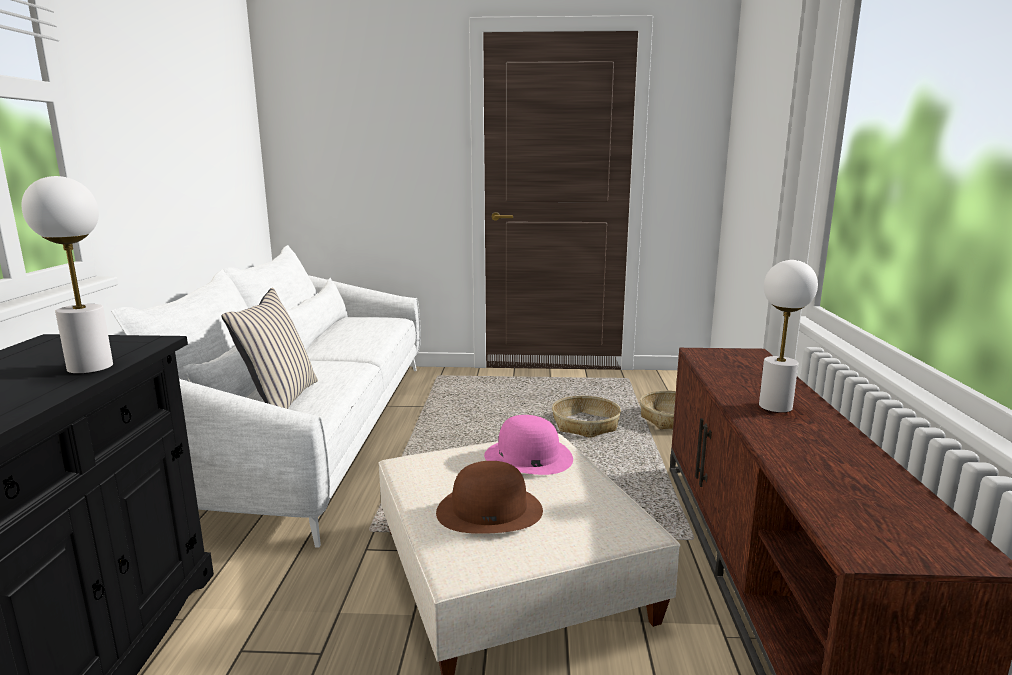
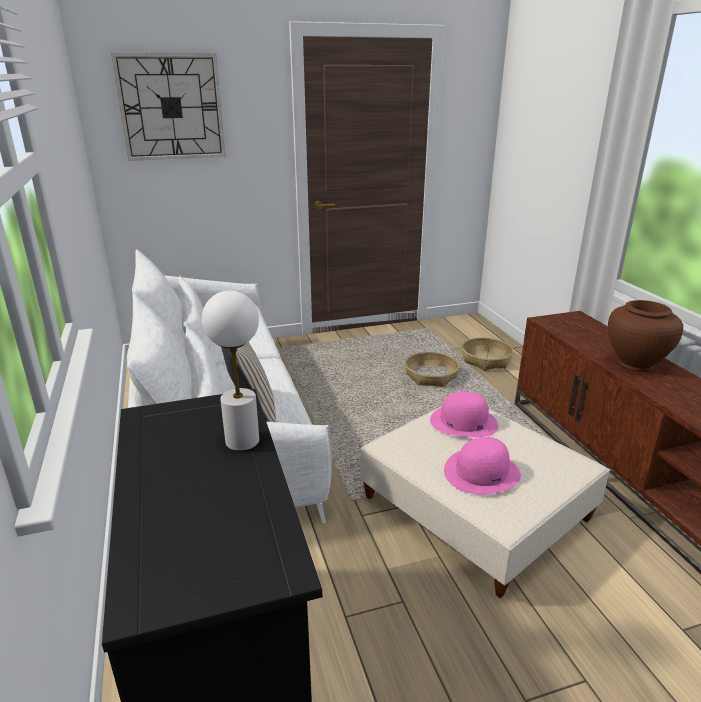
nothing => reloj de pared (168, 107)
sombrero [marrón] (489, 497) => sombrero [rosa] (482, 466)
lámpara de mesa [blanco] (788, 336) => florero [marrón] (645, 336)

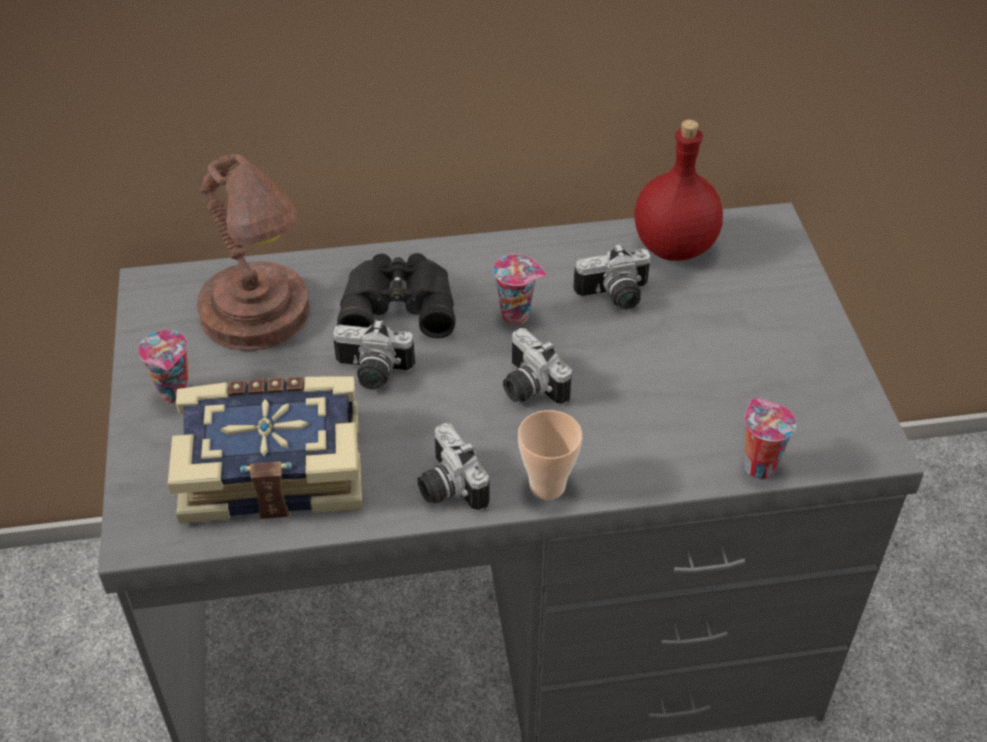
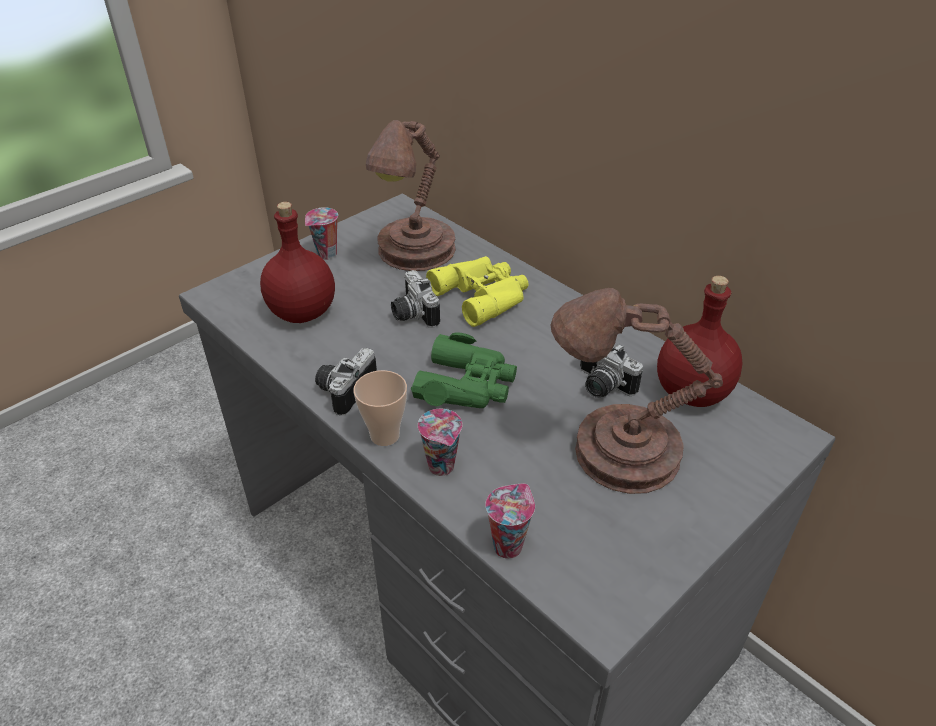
libro (265, 449) => botella [rojo] (297, 262)
cámara (537, 366) => prismáticos [verde] (464, 370)
taza (519, 289) => taza (440, 442), shifted
prismáticos [negro] (396, 295) => prismáticos [amarillo] (477, 291)
nothing => lámpara de mesa [marrón] (636, 391)

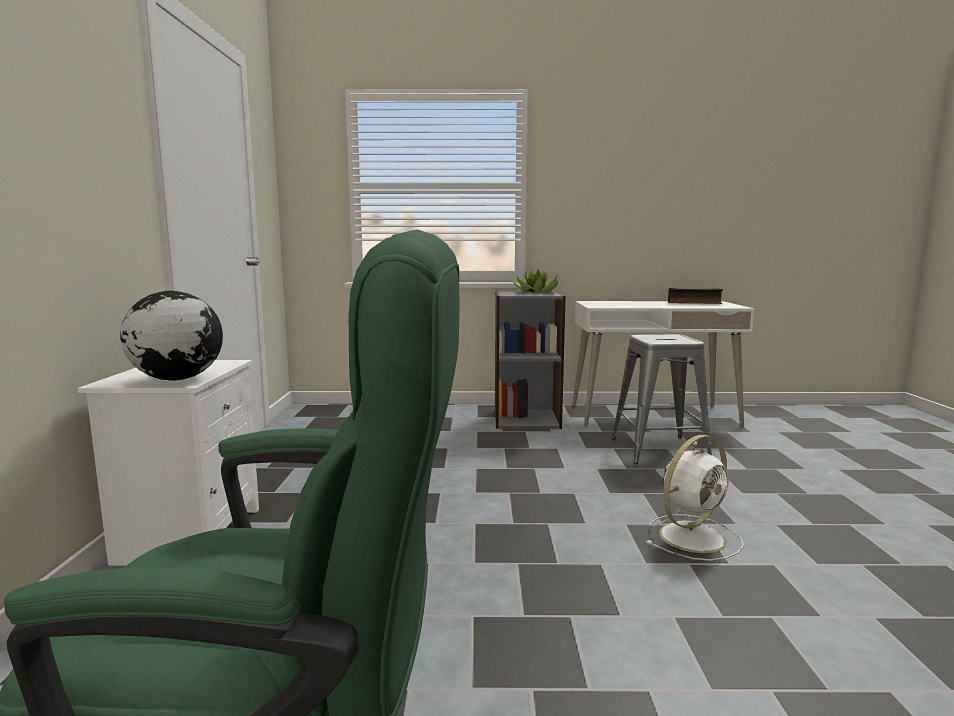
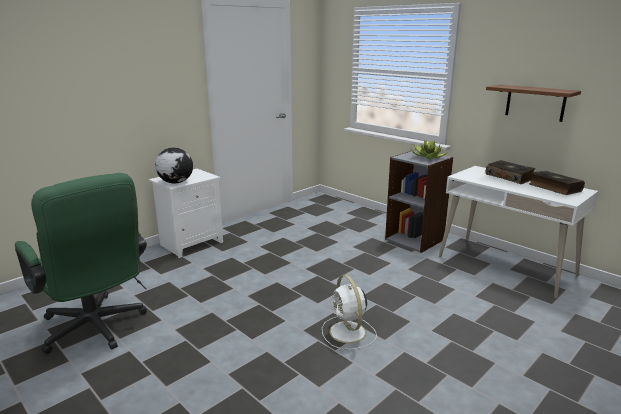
ventilador [blanco] (694, 498) => ventilador [blanco] (349, 312), 60 degrees clockwise
nothing => estante [marrón] (533, 103)
nothing => libro (510, 172)
taburete [gris] (662, 399) => nothing

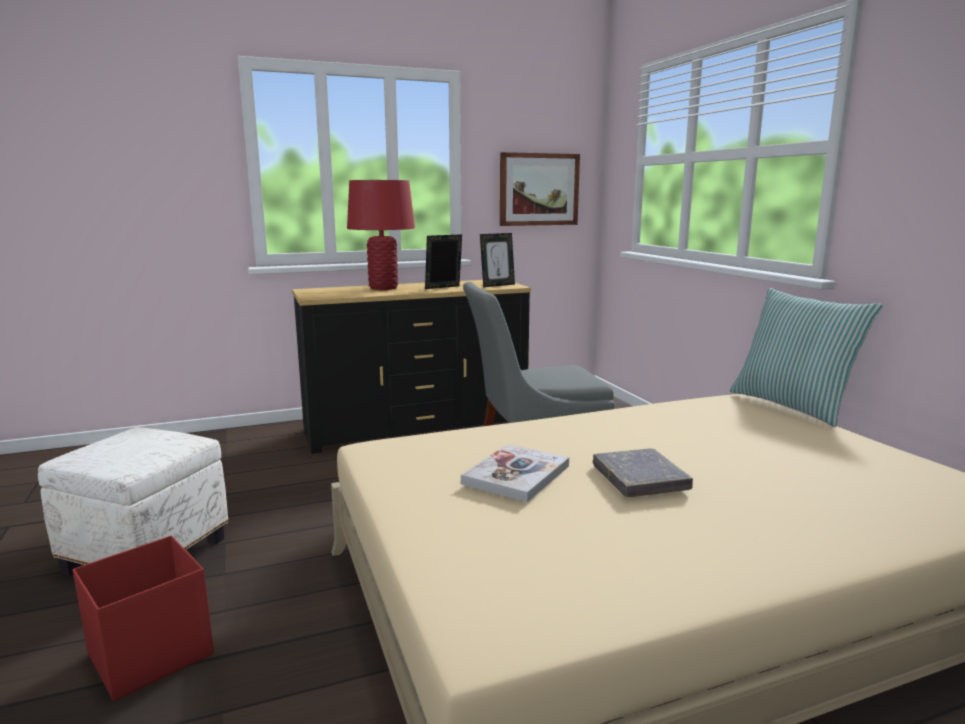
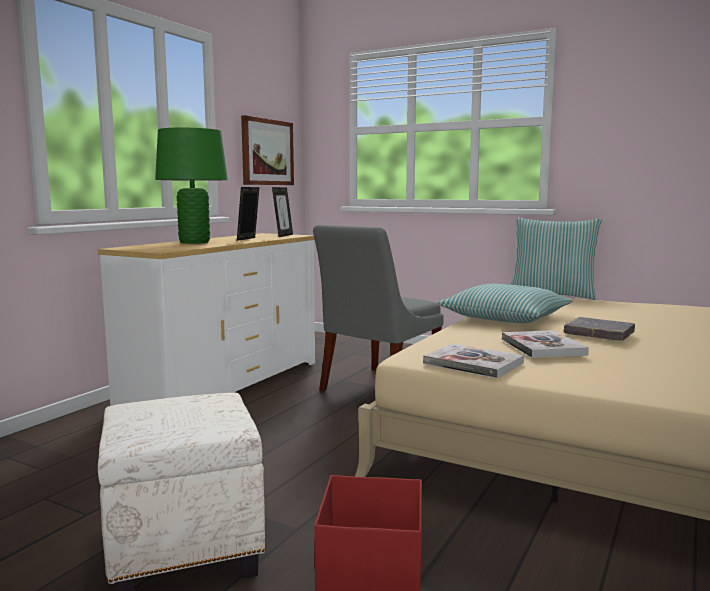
cómoda [negro] (411, 367) => cómoda [blanco] (206, 319)
lámpara de mesa [rojo] (381, 235) => lámpara de mesa [verde] (191, 186)
nothing => libro (473, 361)
nothing => cojín (504, 303)

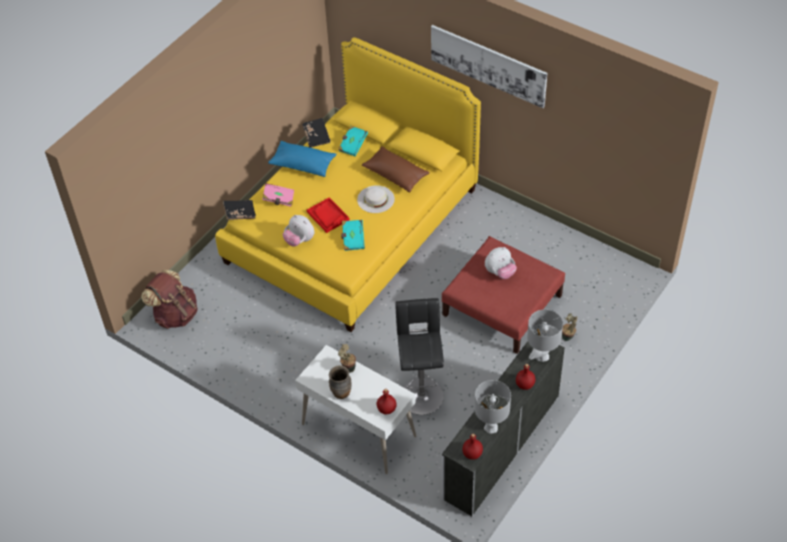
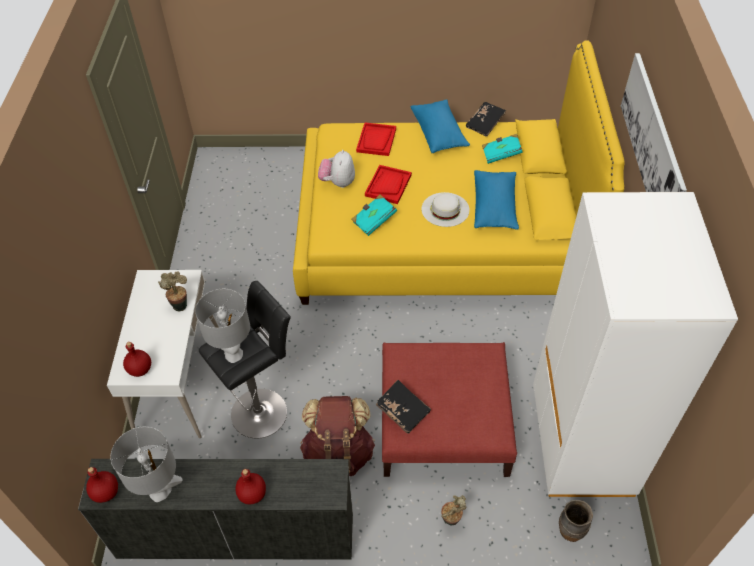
lámpara de mesa [gris] (545, 335) => lámpara de mesa [gris] (222, 326), shifted
mochila [marrón] (169, 299) => mochila [marrón] (337, 436), shifted
libro [rosa] (278, 195) => bandeja [rojo] (376, 139)
libro [negro] (239, 210) => libro [negro] (403, 407), shifted
cojín [marrón] (396, 169) => cojín [azul] (496, 199)
nothing => armario ropero [blanco] (635, 344)
florero [marrón] (340, 382) => florero [marrón] (576, 521), shifted
peluche (501, 263) => nothing

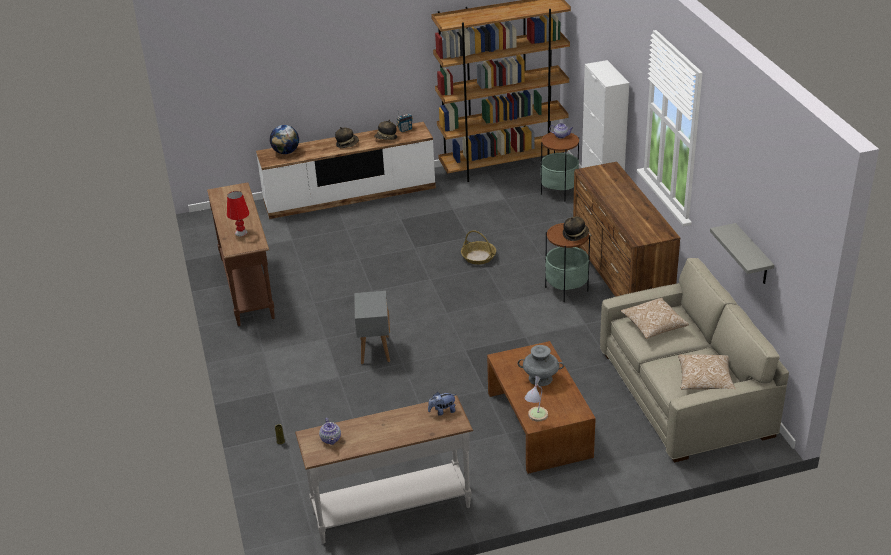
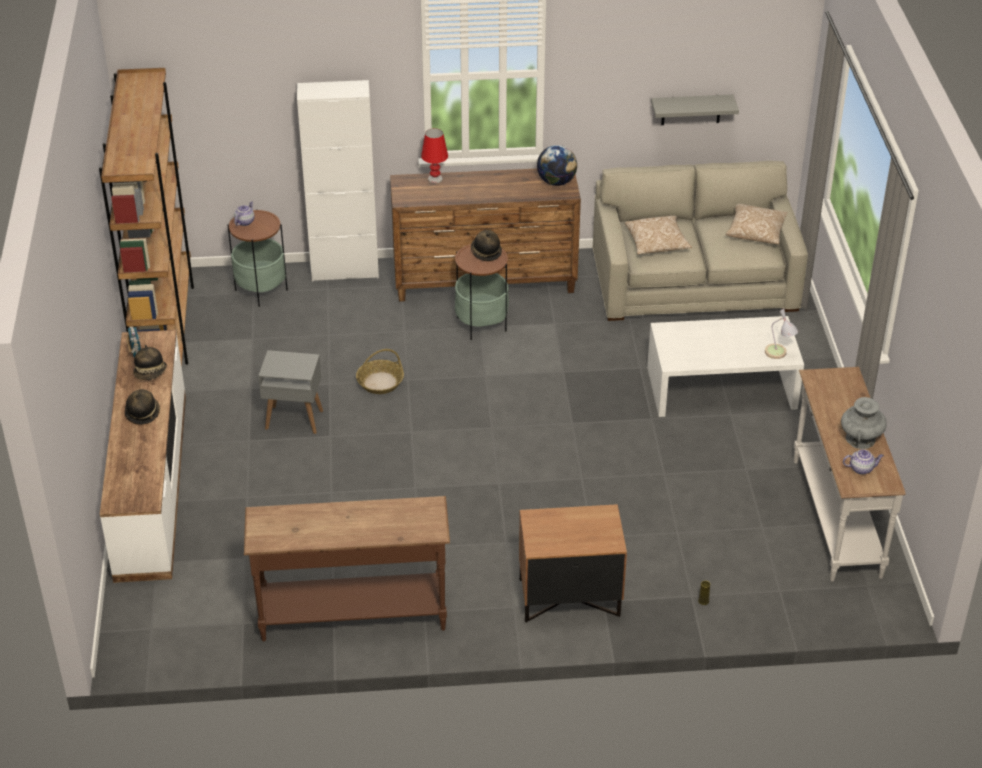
mesa auxiliar [gris] (372, 327) => mesa auxiliar [gris] (290, 392), shifted
lámpara de mesa [rojo] (238, 213) => lámpara de mesa [rojo] (434, 155), shifted
nothing => mesita de noche [marrón] (573, 563)
globo terráqueo (284, 139) => globo terráqueo (557, 165), shifted
mesa de centro [marrón] (541, 407) => mesa de centro [blanco] (725, 366)
florero [gris] (541, 365) => florero [gris] (864, 423), shifted
peluche (442, 404) => nothing

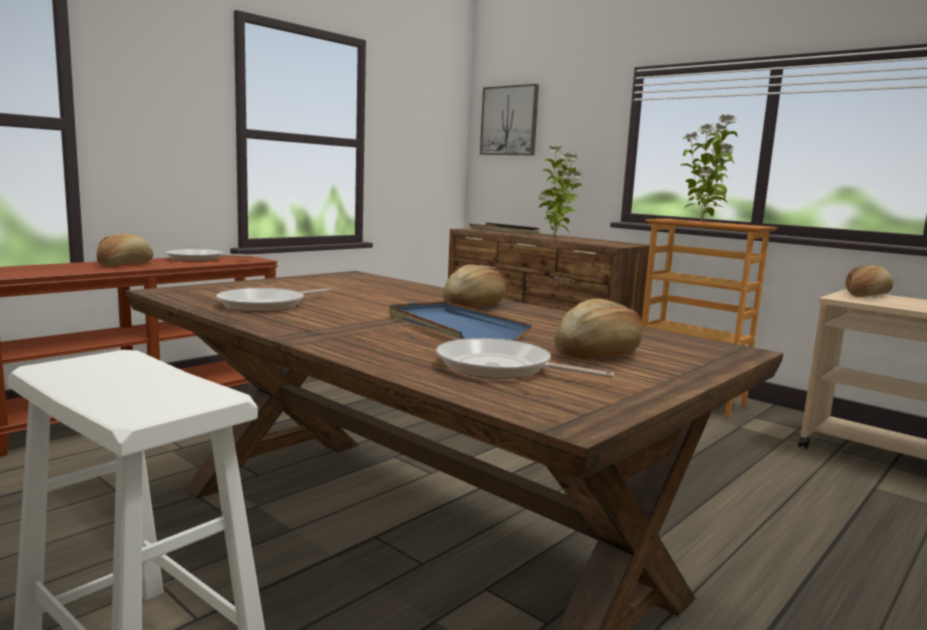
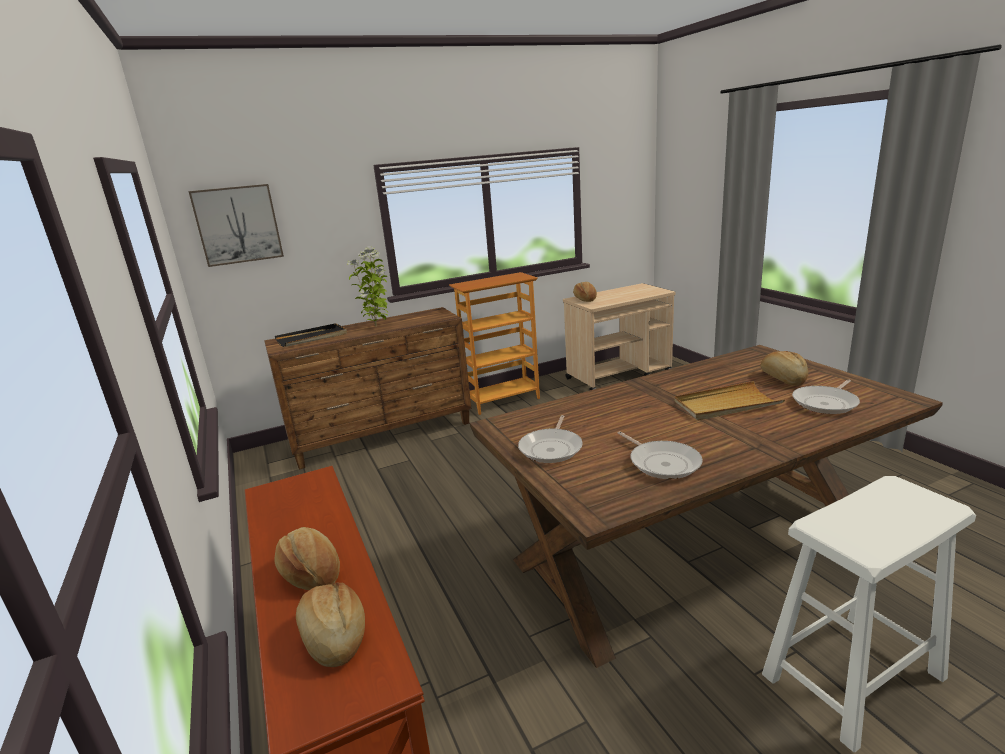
pan (474, 286) => pan (330, 625), shifted
sartén (209, 255) => sartén (550, 439), shifted
bandeja [azul] (460, 320) => bandeja [beis] (729, 400)
planta en maceta (709, 168) => nothing

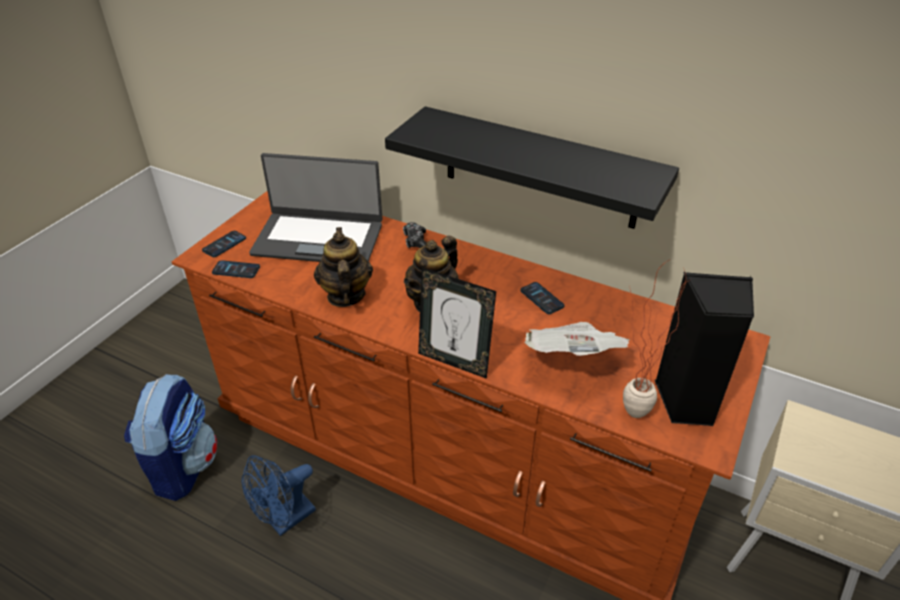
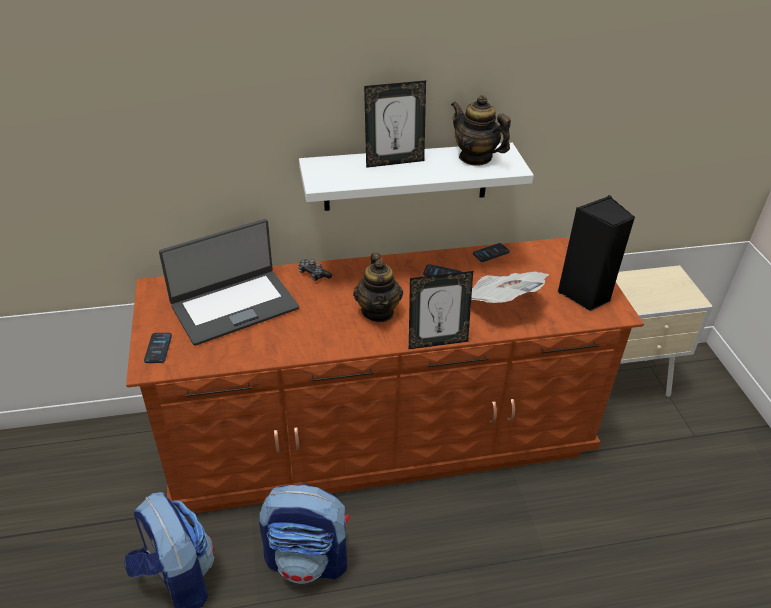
ventilador [azul] (279, 495) => mochila (304, 534)
estante [negro] (532, 167) => estante [blanco] (416, 177)
nothing => portarretratos (395, 124)
tetera (343, 267) => tetera (481, 130), shifted
móvil (236, 269) => móvil (491, 252), shifted
planta en maceta (656, 338) => nothing

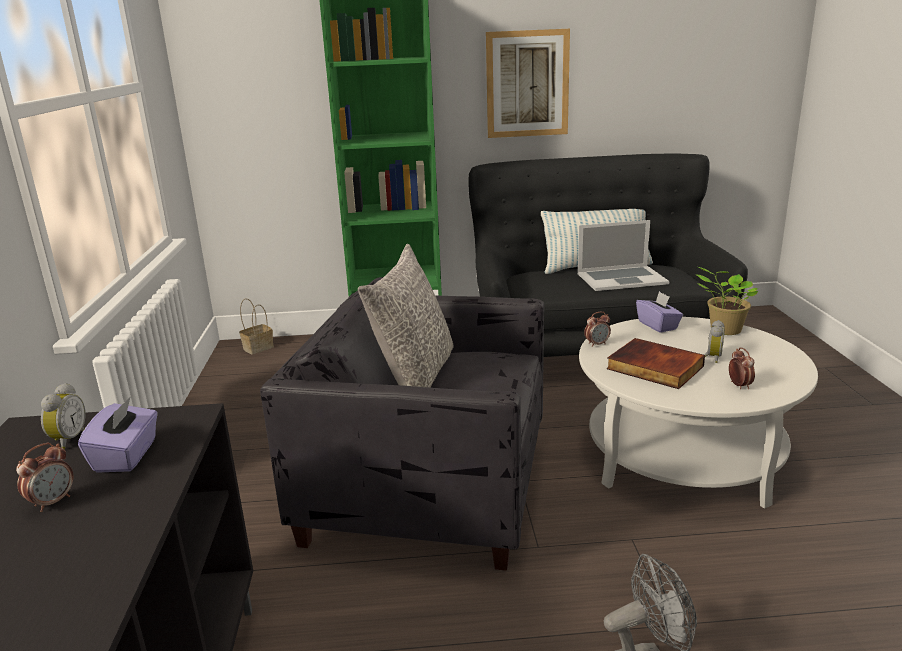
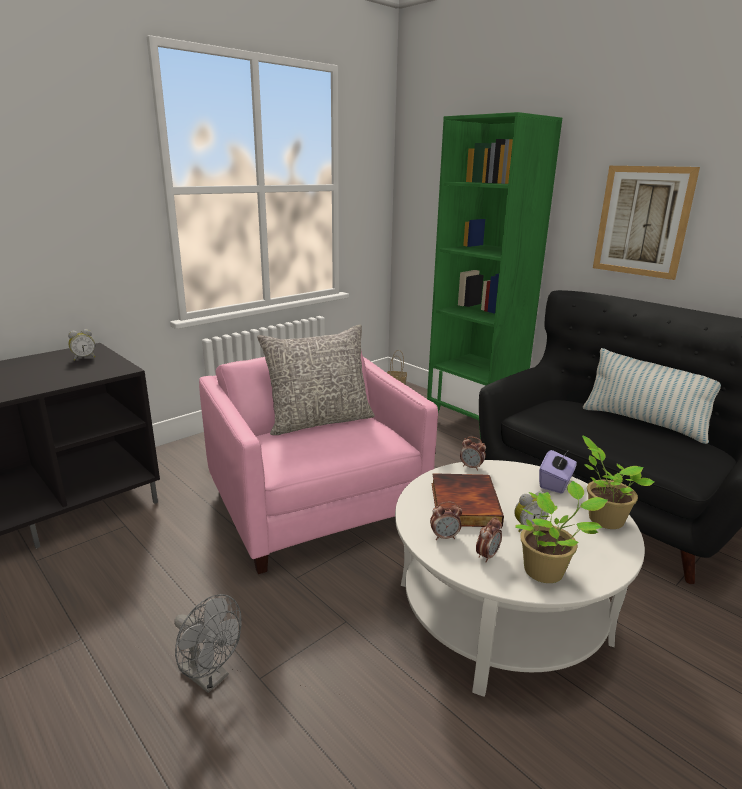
sillón [gris] (402, 424) => sillón [rosa] (318, 462)
despertador (44, 477) => despertador (446, 521), shifted
nothing => planta en maceta (561, 532)
caja de pañuelos [morado] (118, 434) => nothing
portátil (623, 255) => nothing

